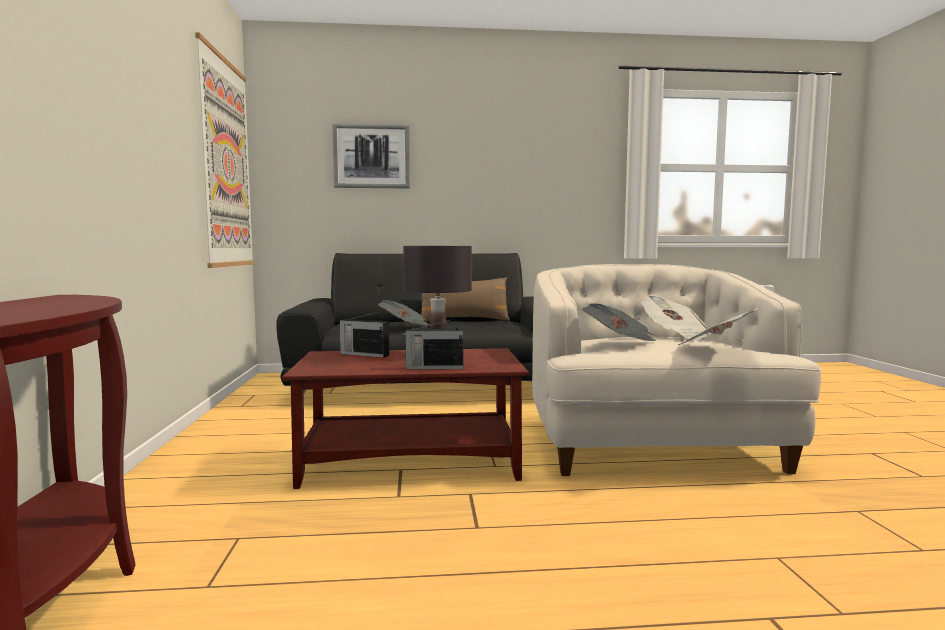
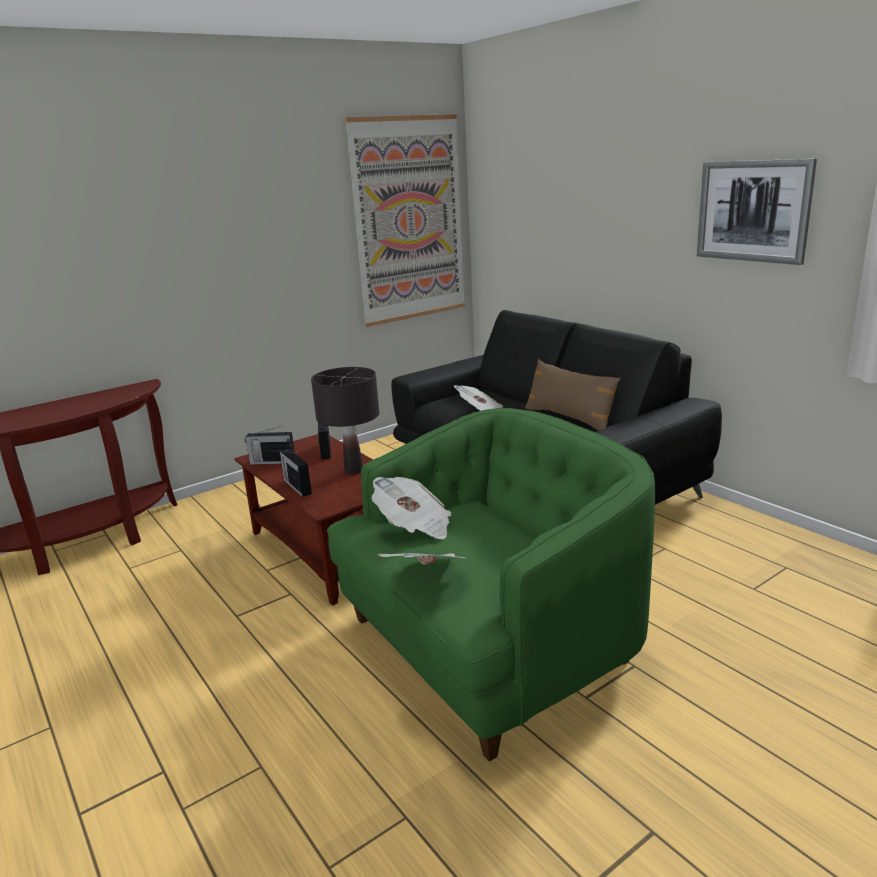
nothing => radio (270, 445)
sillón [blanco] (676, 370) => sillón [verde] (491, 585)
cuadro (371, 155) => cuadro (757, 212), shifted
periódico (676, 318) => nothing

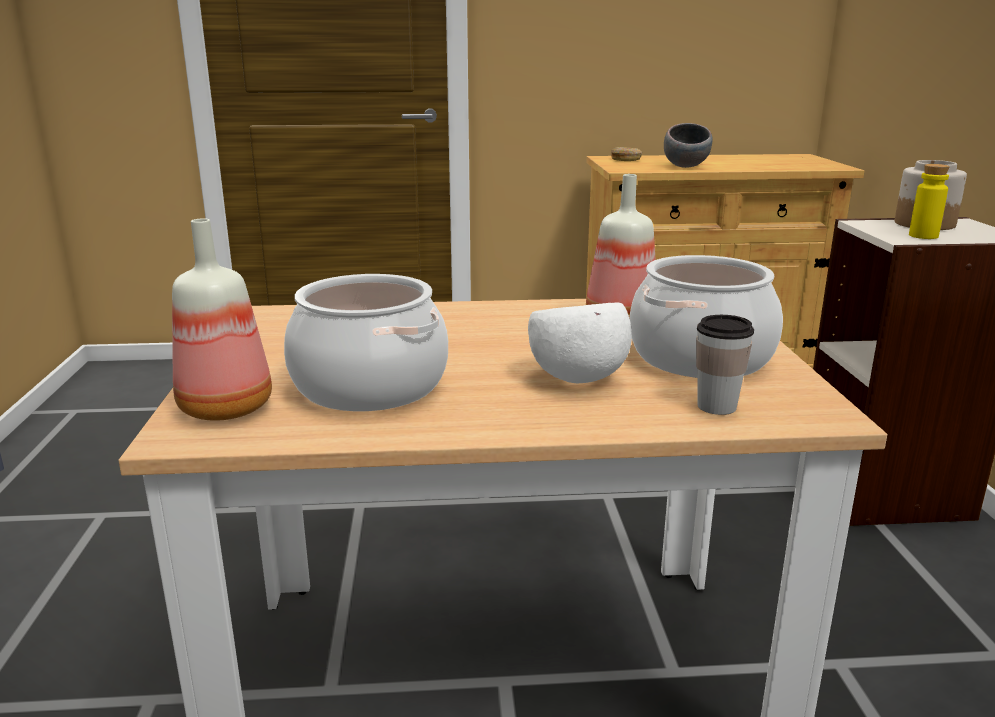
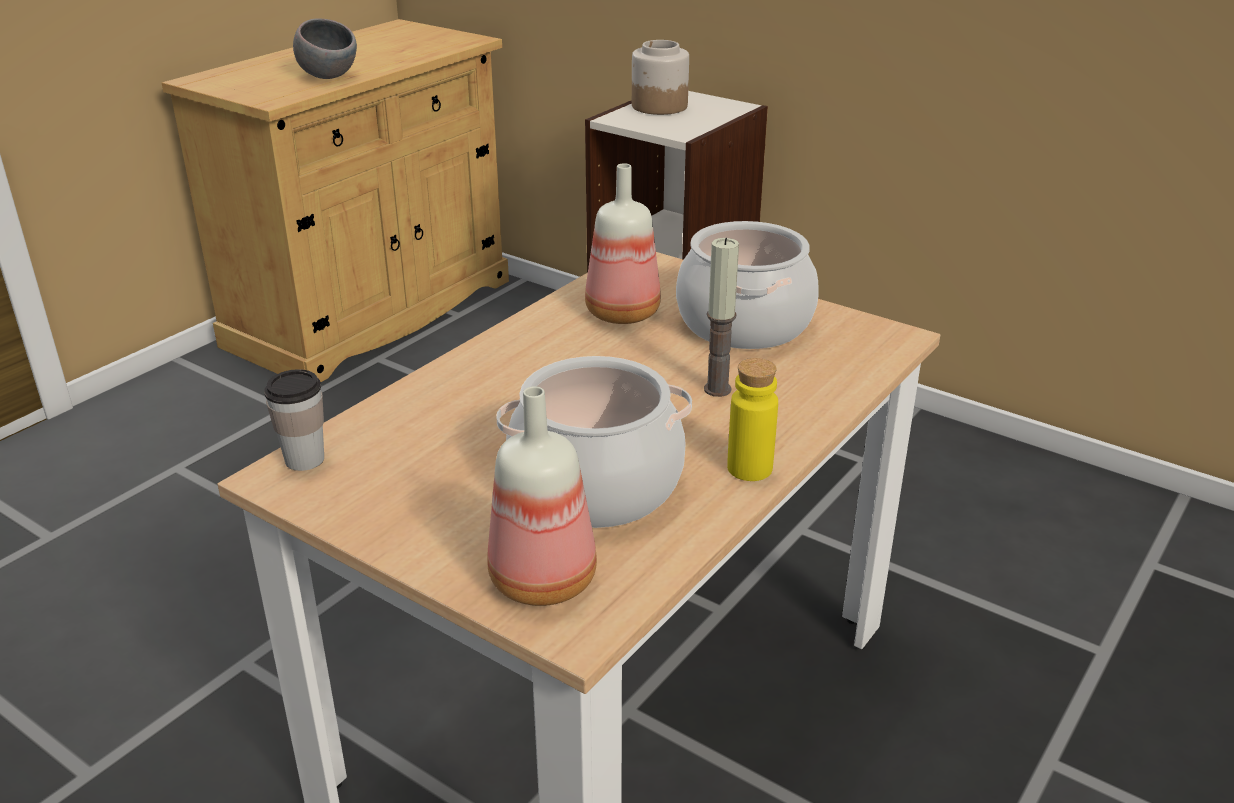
taza (725, 365) => taza (294, 420), shifted
cuenco [blanco] (580, 342) => vela (721, 317)
botella [amarillo] (929, 201) => botella [amarillo] (752, 419), shifted
rosquilla (626, 154) => nothing

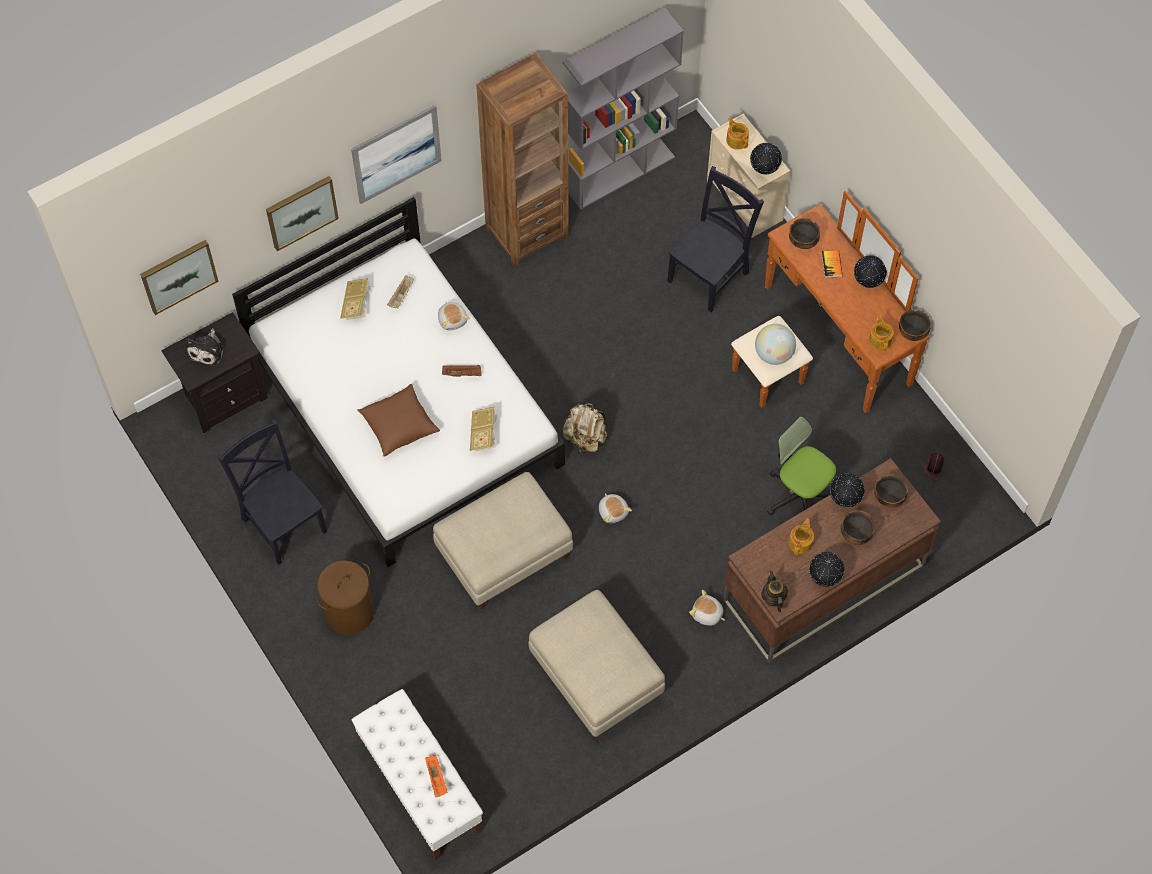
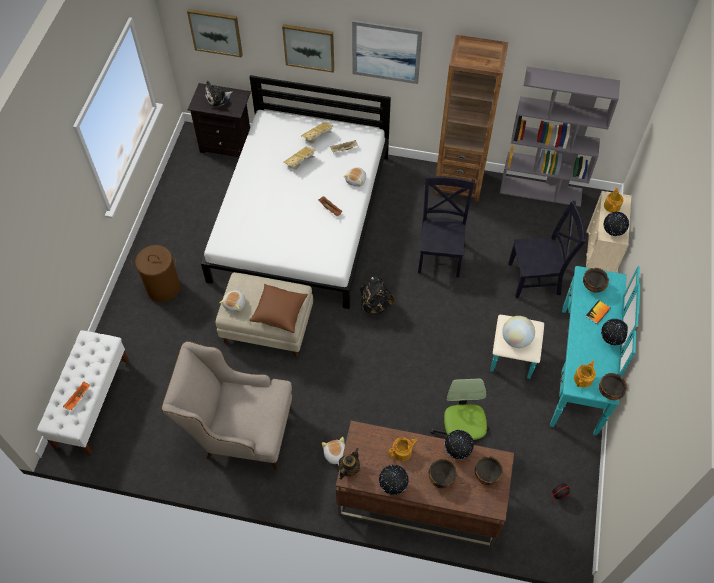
puf [beis] (596, 664) => sillón [beis] (226, 405)
peluche (615, 508) => peluche (232, 301), shifted
cojín [marrón] (398, 420) => cojín [marrón] (278, 308), shifted
libro (484, 429) => libro (299, 158), shifted
mochila [beis] (584, 428) => mochila [negro] (377, 295)
silla [negro] (272, 492) => silla [negro] (446, 226), shifted
cómoda [marrón] (830, 301) => cómoda [turquesa] (565, 351)

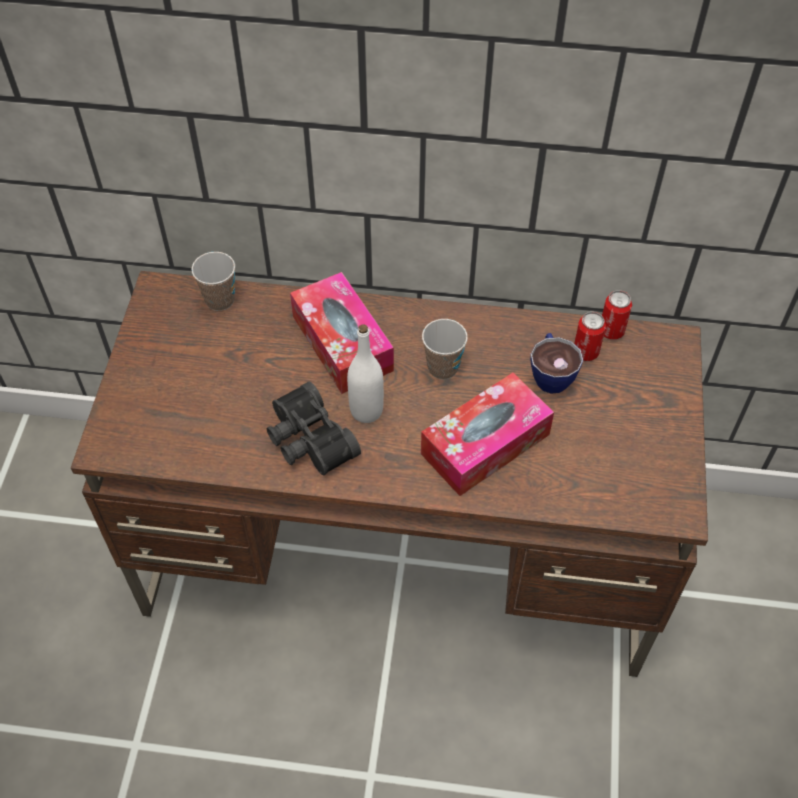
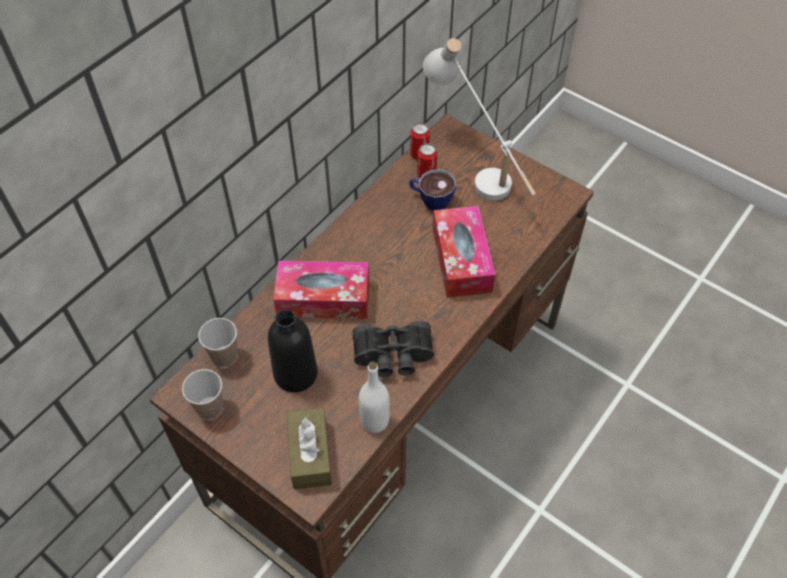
taza (445, 349) => taza (202, 394), shifted
nothing => botella [negro] (293, 351)
nothing => caja de pañuelos [marrón] (309, 448)
botella [blanco] (365, 373) => botella [blanco] (374, 397), shifted
nothing => lámpara de mesa [blanco] (479, 119)

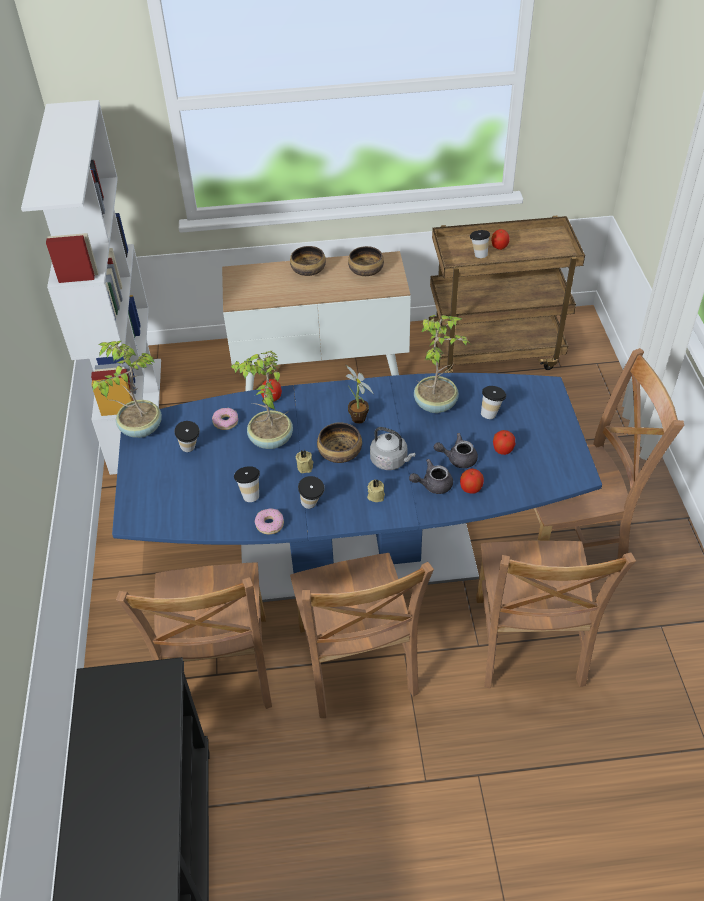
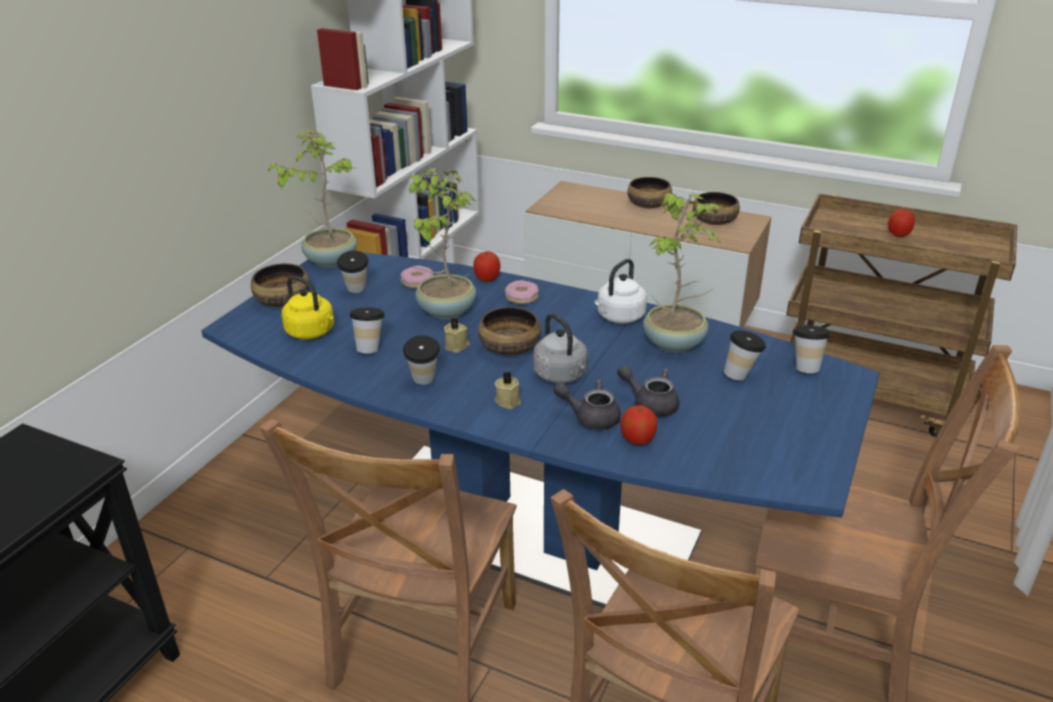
nothing => cuenco (280, 285)
nothing => hervidor [amarillo] (307, 307)
rosquilla (269, 521) => rosquilla (522, 292), shifted
nothing => hervidor [blanco] (621, 291)
taza (480, 244) => taza (812, 349), shifted
silla [marrón] (194, 635) => nothing
planta en maceta (360, 394) => nothing
manzana (504, 442) => nothing

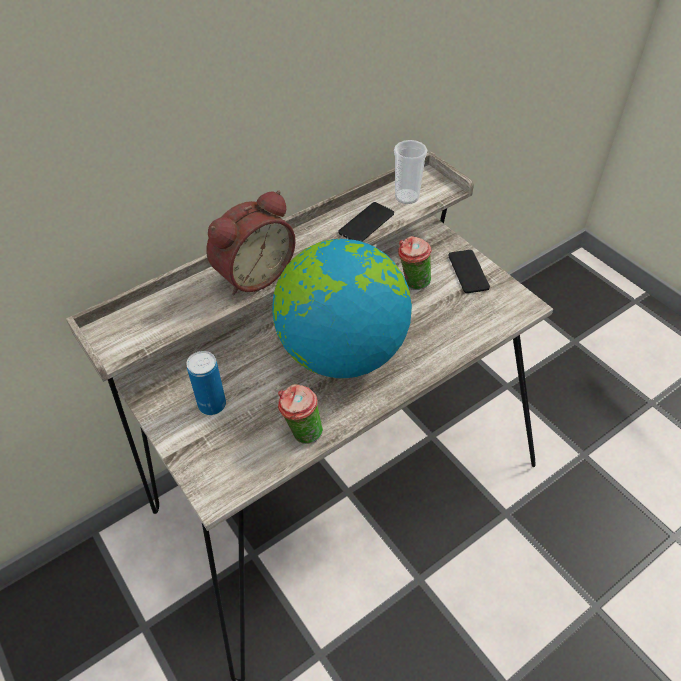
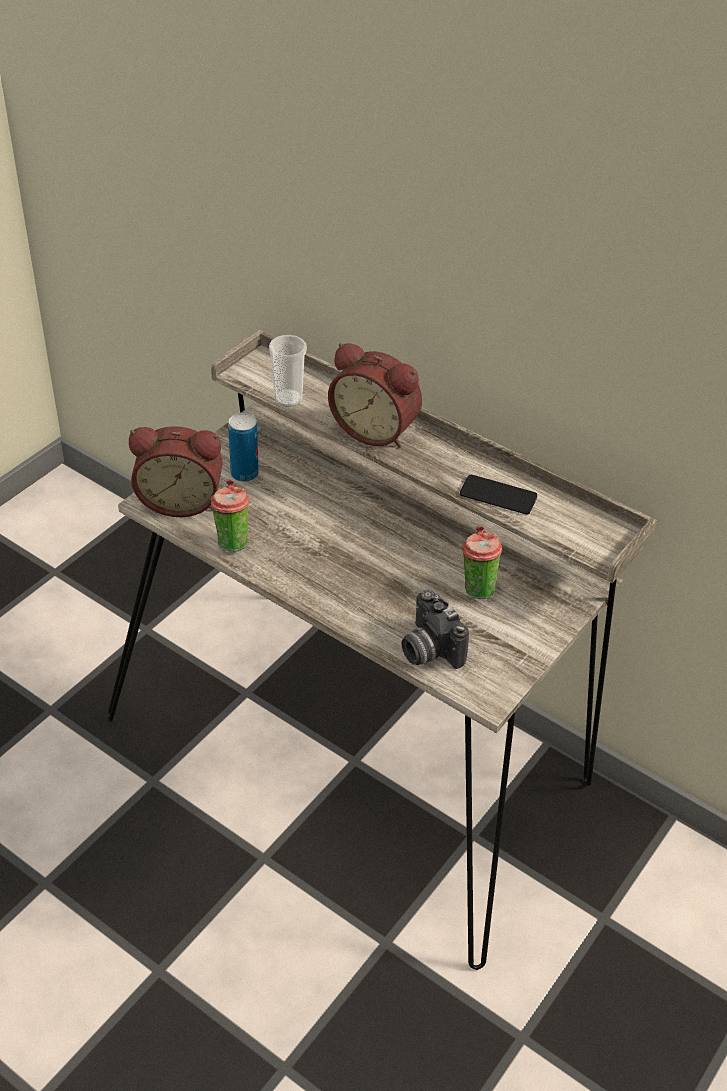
nothing => despertador (176, 471)
taza (410, 172) => taza (288, 371), shifted
nothing => cámara (435, 629)
globo terráqueo (342, 308) => nothing
móvil (469, 271) => nothing

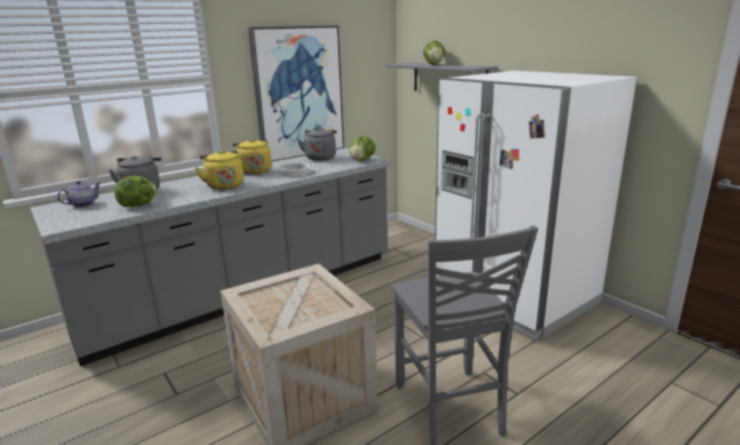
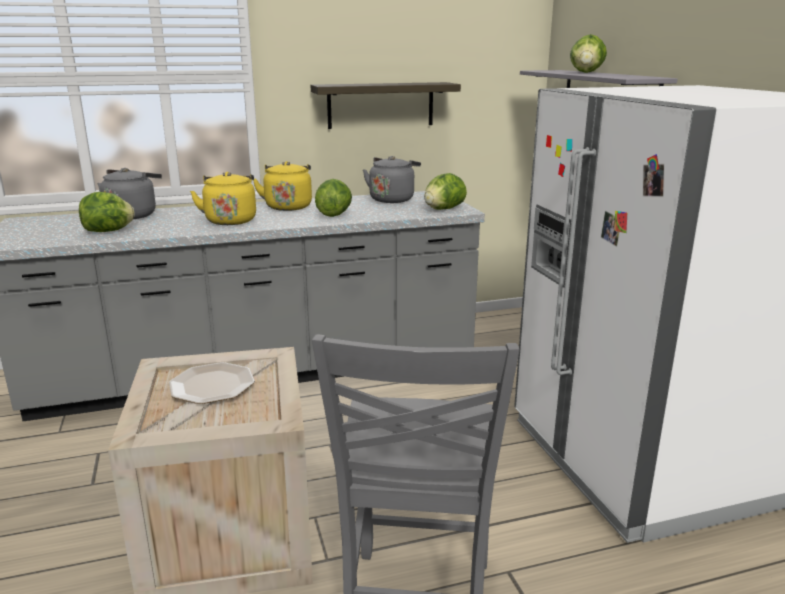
nothing => plato (212, 383)
cuadro (296, 94) => estante (386, 105)
olla (294, 170) => lechuga (333, 198)
tetera (78, 194) => nothing

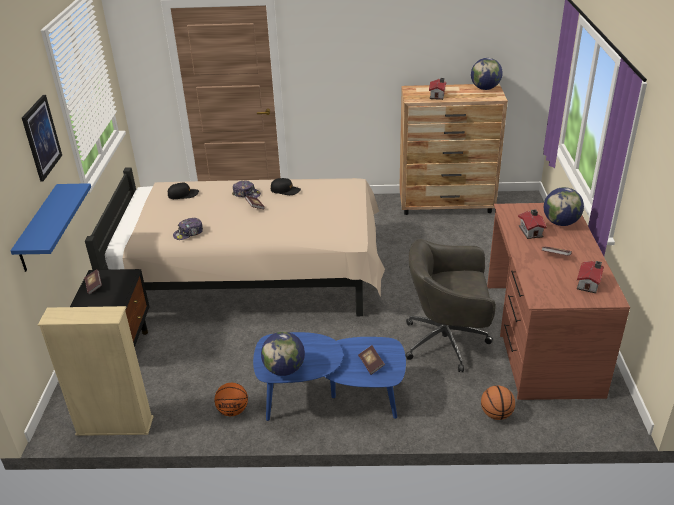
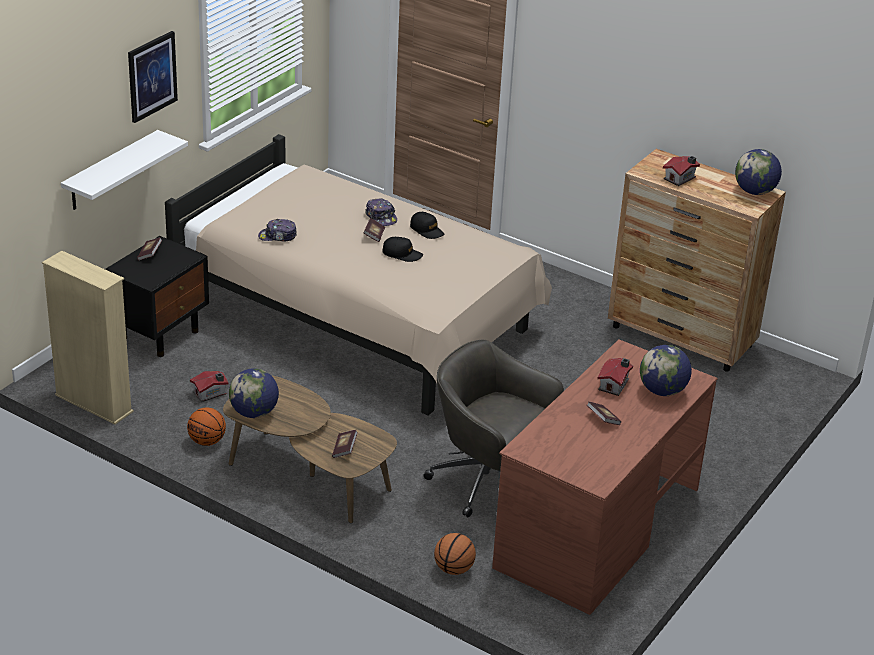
estante [azul] (50, 227) => estante [blanco] (124, 170)
casita (590, 277) => casita (209, 386), shifted
mesa de centro [azul] (329, 376) => mesa de centro [marrón] (310, 449)
gorra [negro] (183, 191) => gorra [negro] (402, 249), shifted

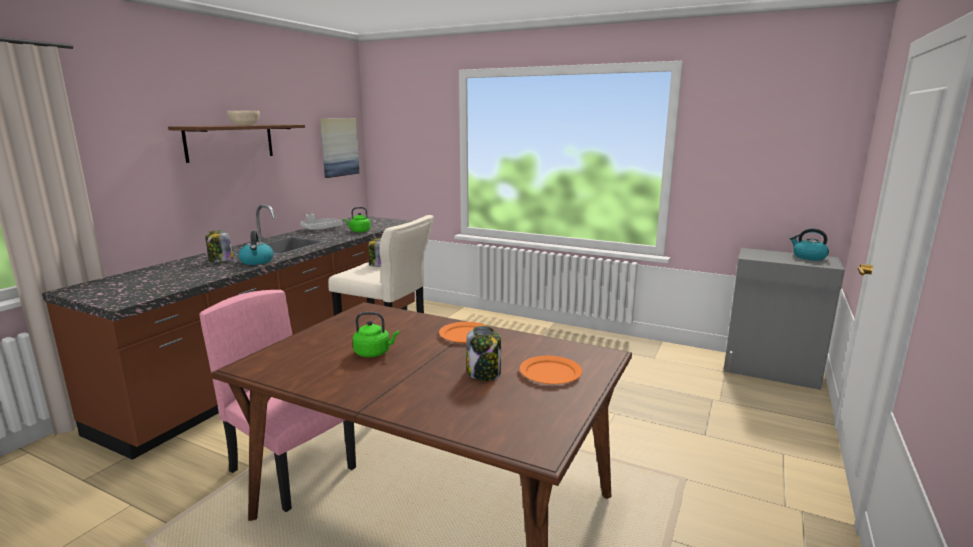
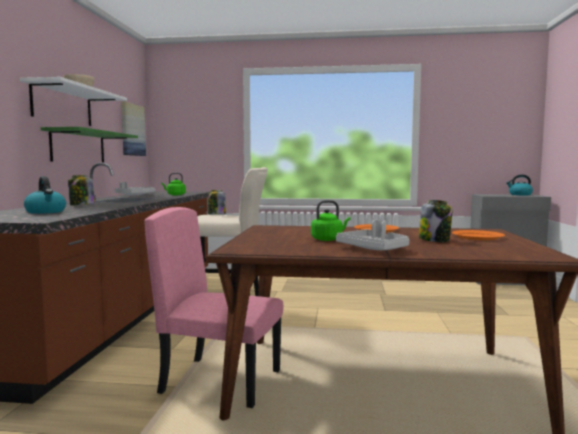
estante [marrón] (236, 143) => estante [blanco] (73, 101)
hervidor (256, 248) => hervidor (45, 195), shifted
nothing => estante [verde] (89, 144)
nothing => bandeja [gris] (372, 235)

